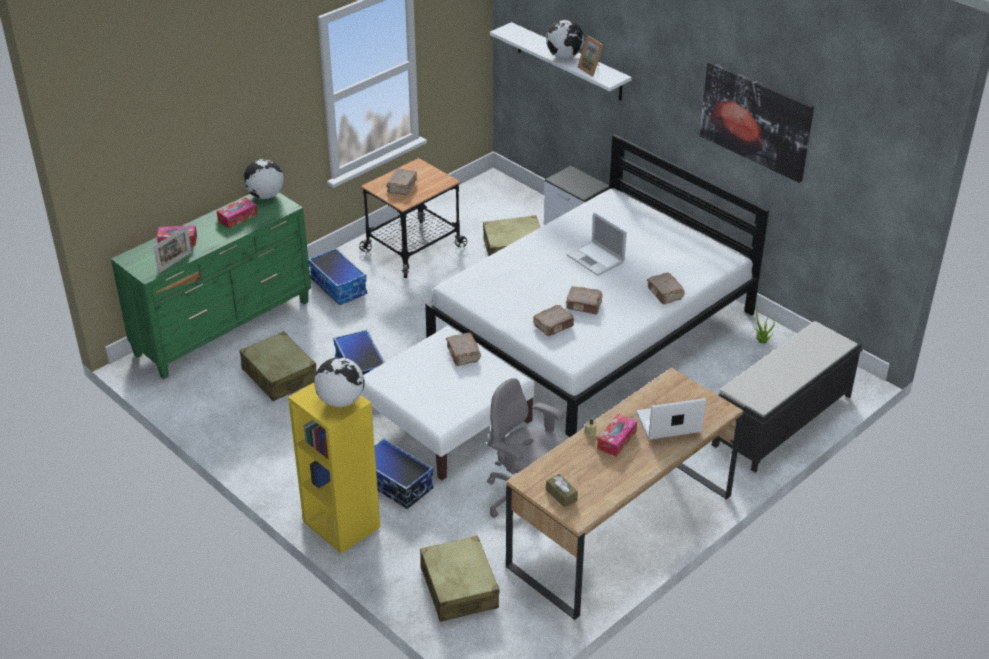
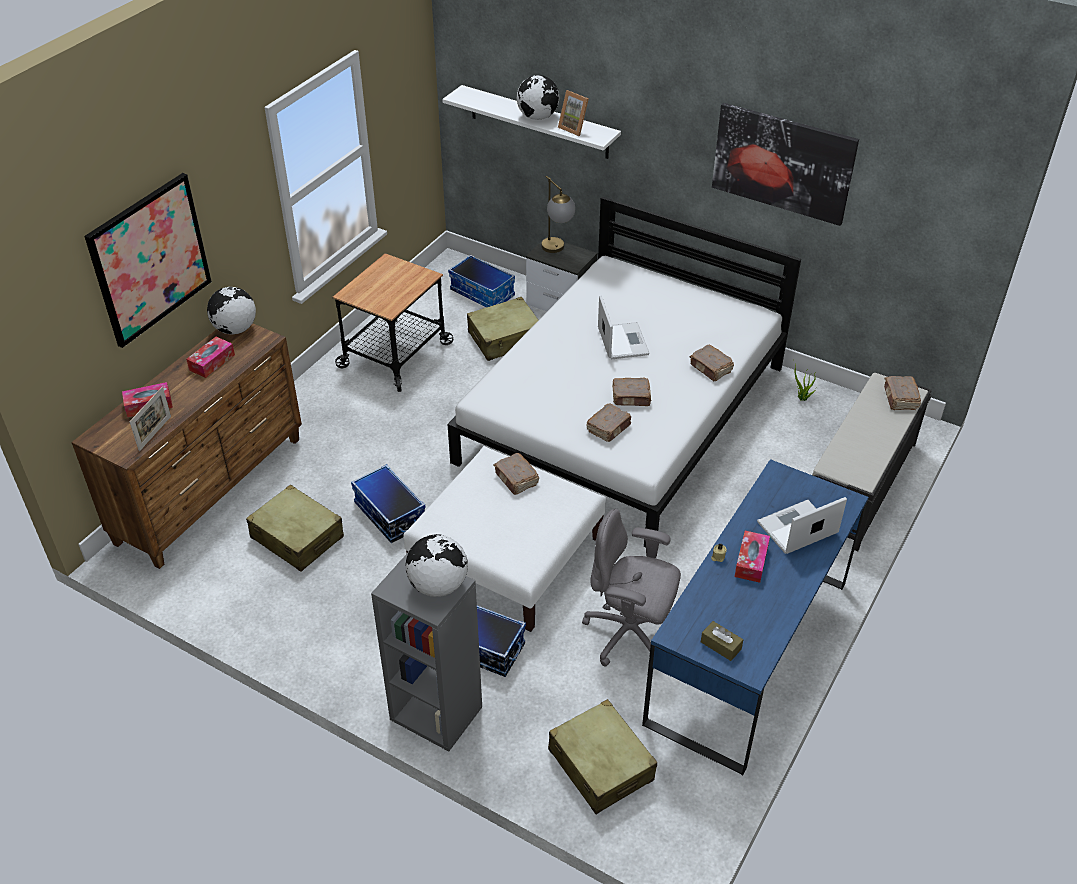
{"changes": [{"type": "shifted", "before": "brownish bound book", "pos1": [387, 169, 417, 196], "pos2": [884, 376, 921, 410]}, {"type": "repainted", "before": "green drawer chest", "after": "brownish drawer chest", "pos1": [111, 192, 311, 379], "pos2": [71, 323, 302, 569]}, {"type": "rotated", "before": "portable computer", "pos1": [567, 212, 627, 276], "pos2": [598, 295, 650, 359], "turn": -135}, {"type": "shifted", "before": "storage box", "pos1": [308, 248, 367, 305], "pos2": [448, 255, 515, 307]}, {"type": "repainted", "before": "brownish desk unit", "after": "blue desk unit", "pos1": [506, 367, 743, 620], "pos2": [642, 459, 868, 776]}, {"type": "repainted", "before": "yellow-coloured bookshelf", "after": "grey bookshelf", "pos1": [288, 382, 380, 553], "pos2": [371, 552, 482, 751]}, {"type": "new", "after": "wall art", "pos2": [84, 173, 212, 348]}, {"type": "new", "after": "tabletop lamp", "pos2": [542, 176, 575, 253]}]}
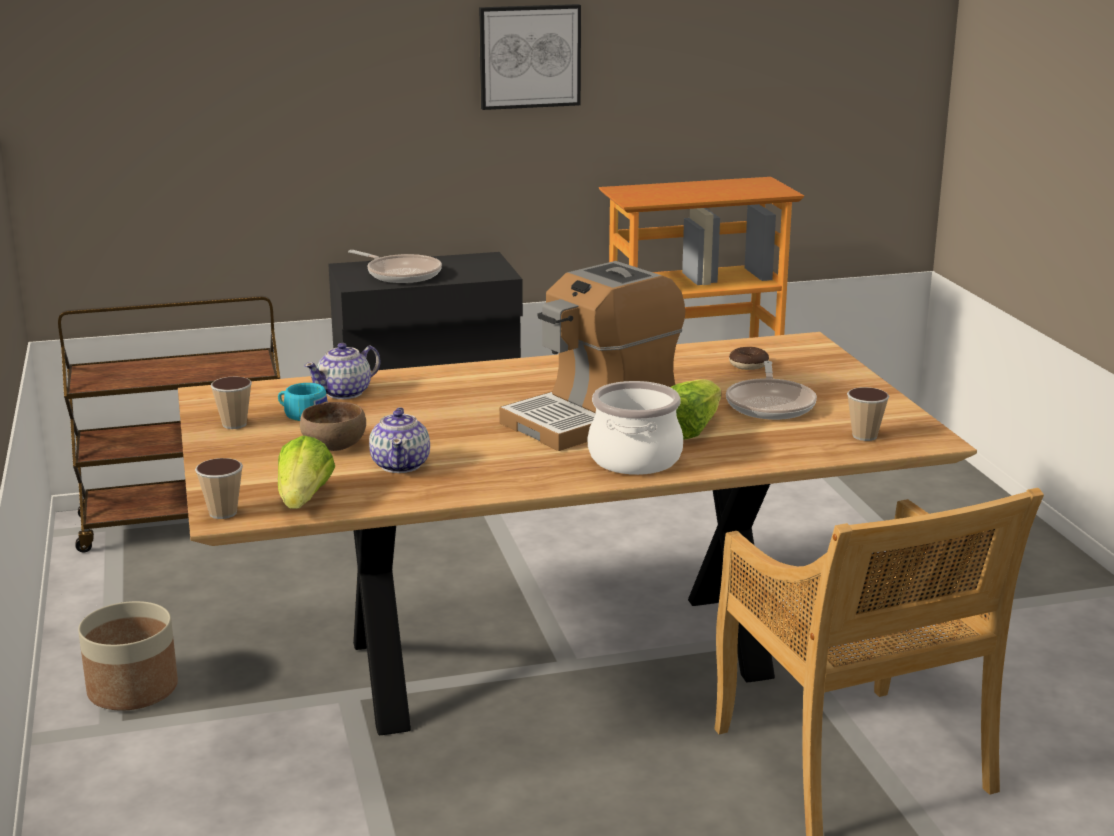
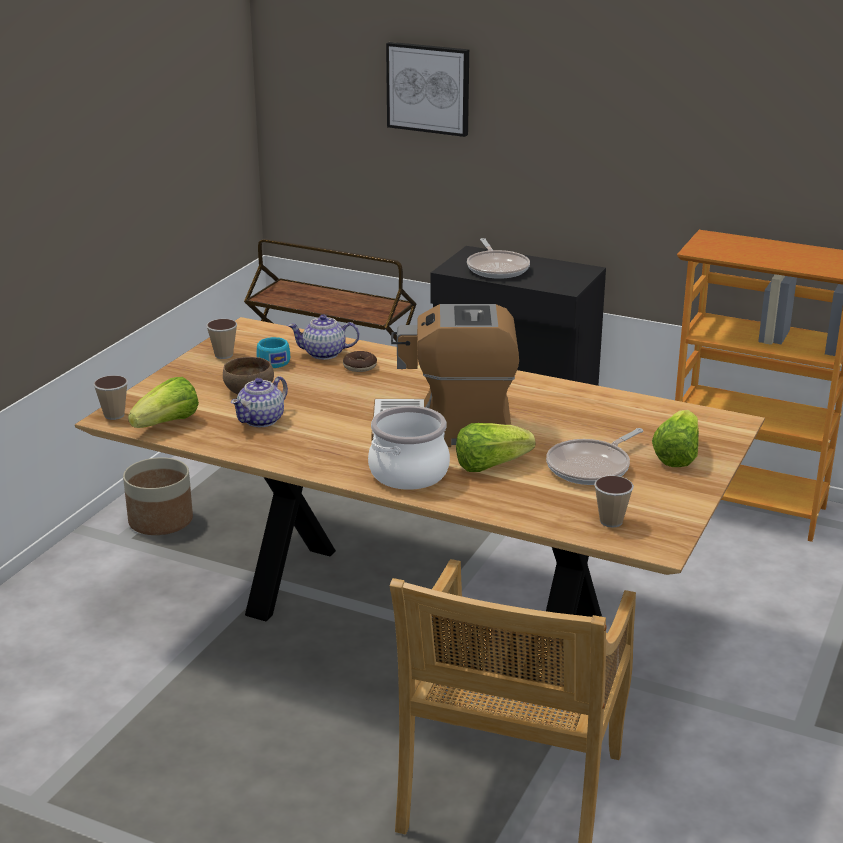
{"changes": [{"type": "shifted", "before": "wall art", "pos1": [479, 4, 581, 110], "pos2": [386, 42, 469, 137]}, {"type": "shifted", "before": "ring doughnut", "pos1": [729, 347, 769, 370], "pos2": [343, 351, 377, 372]}, {"type": "new", "after": "lettuce head", "pos2": [652, 410, 699, 467]}]}
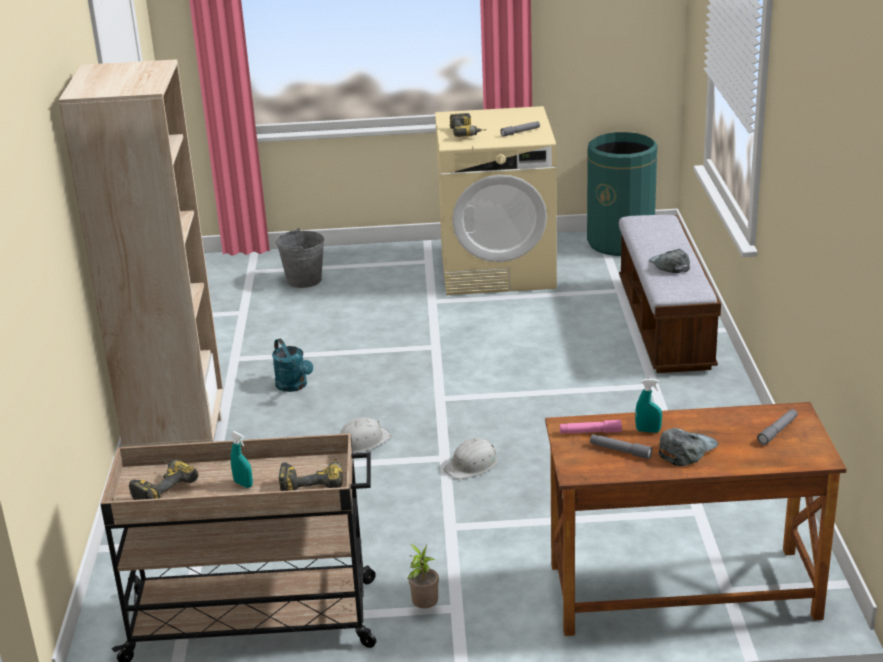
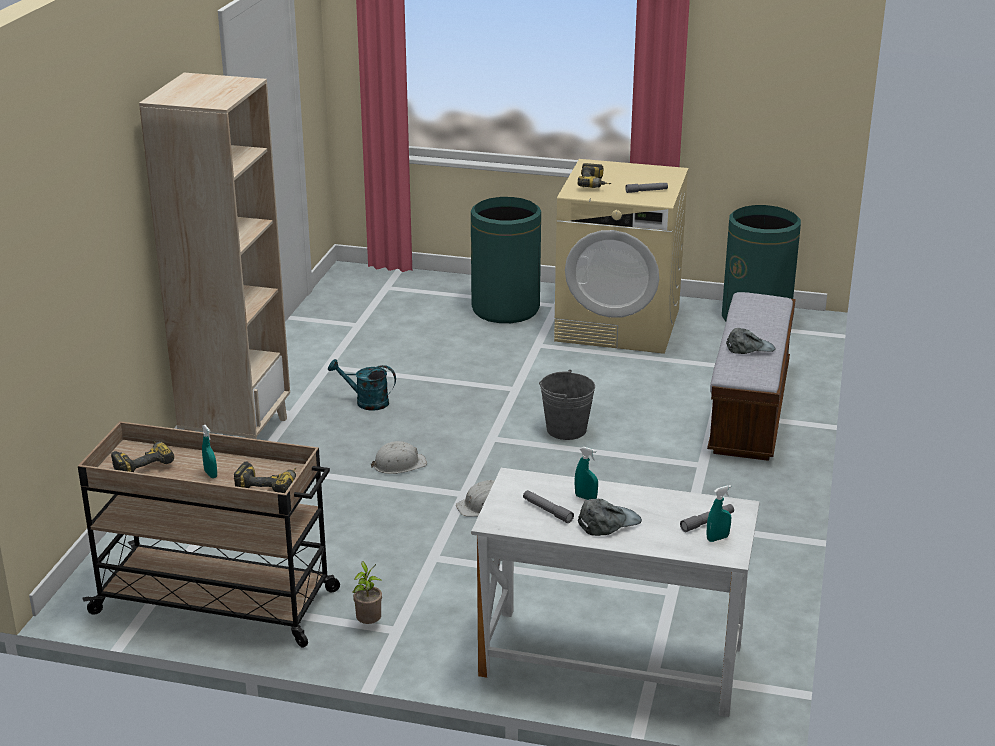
{"changes": [{"type": "shifted", "before": "grey bucket", "pos1": [275, 228, 324, 288], "pos2": [539, 370, 595, 440]}, {"type": "rotated", "before": "grey peaked cap", "pos1": [649, 248, 690, 273], "pos2": [726, 328, 776, 354], "turn": 90}, {"type": "rotated", "before": "turquoise watering pot", "pos1": [272, 339, 313, 392], "pos2": [328, 359, 396, 411], "turn": 120}, {"type": "repainted", "before": "brownish desk unit", "after": "white desk unit", "pos1": [545, 402, 847, 636], "pos2": [471, 468, 760, 717]}, {"type": "gone", "before": "pinkish flashlight", "pos1": [560, 420, 622, 434]}, {"type": "new", "after": "green waste bin", "pos2": [471, 197, 541, 323]}, {"type": "new", "after": "turquoise sprayer", "pos2": [707, 485, 731, 542]}]}
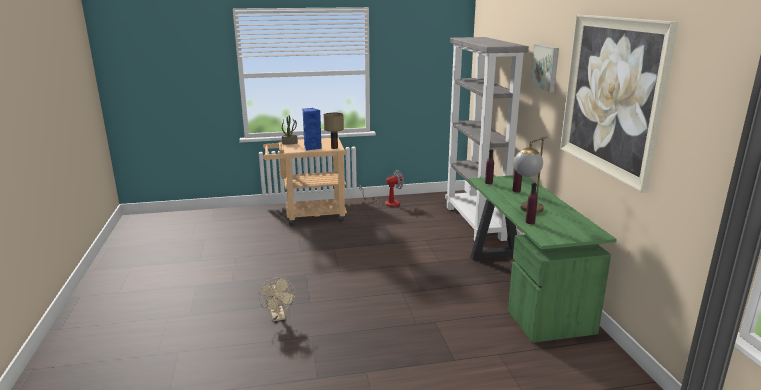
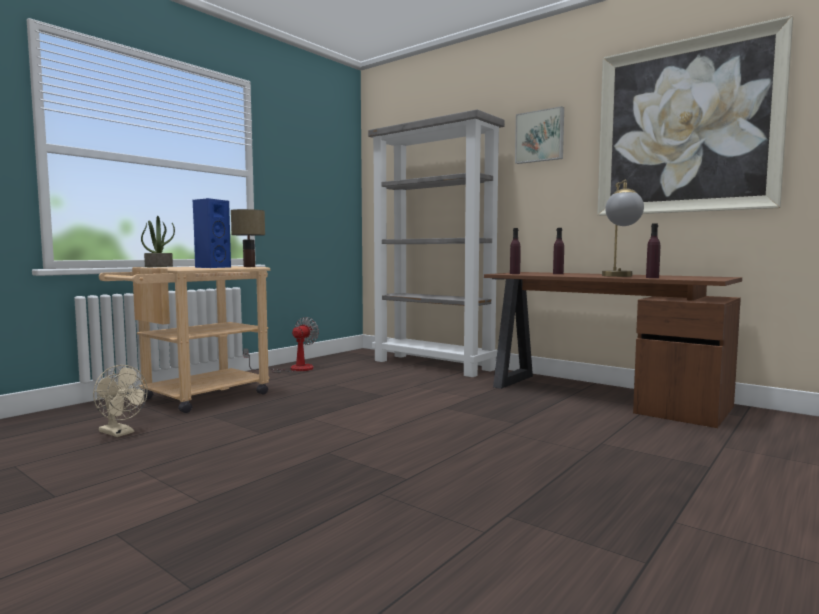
{"changes": [{"type": "repainted", "before": "green desk unit", "after": "brownish desk unit", "pos1": [468, 175, 617, 343], "pos2": [484, 272, 742, 428]}, {"type": "shifted", "before": "sand-coloured electric fan", "pos1": [258, 277, 295, 321], "pos2": [93, 365, 148, 437]}]}
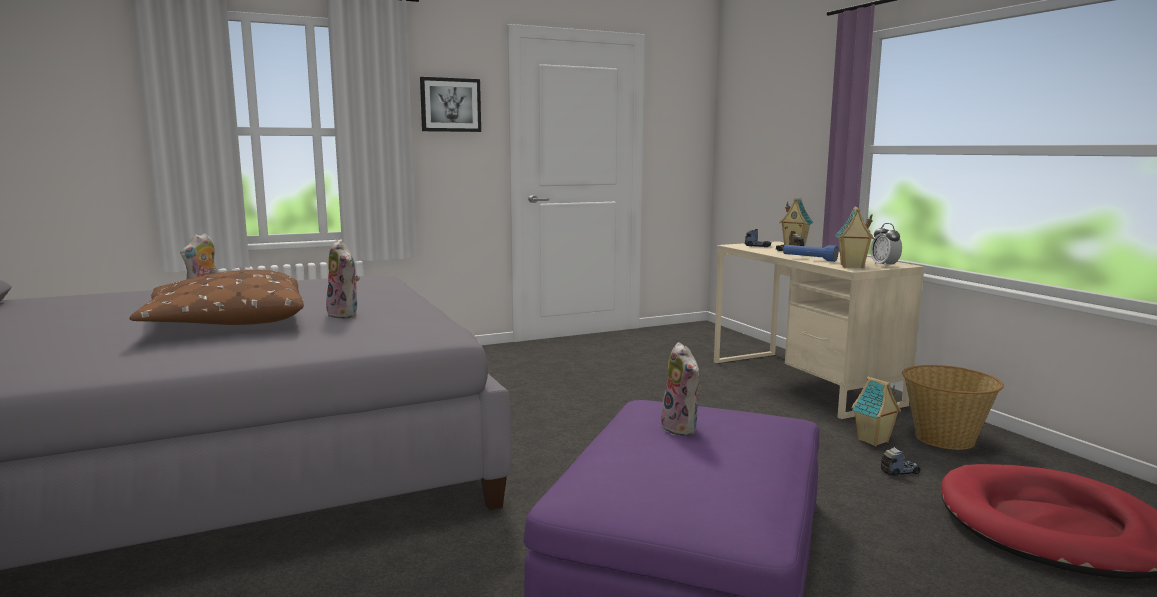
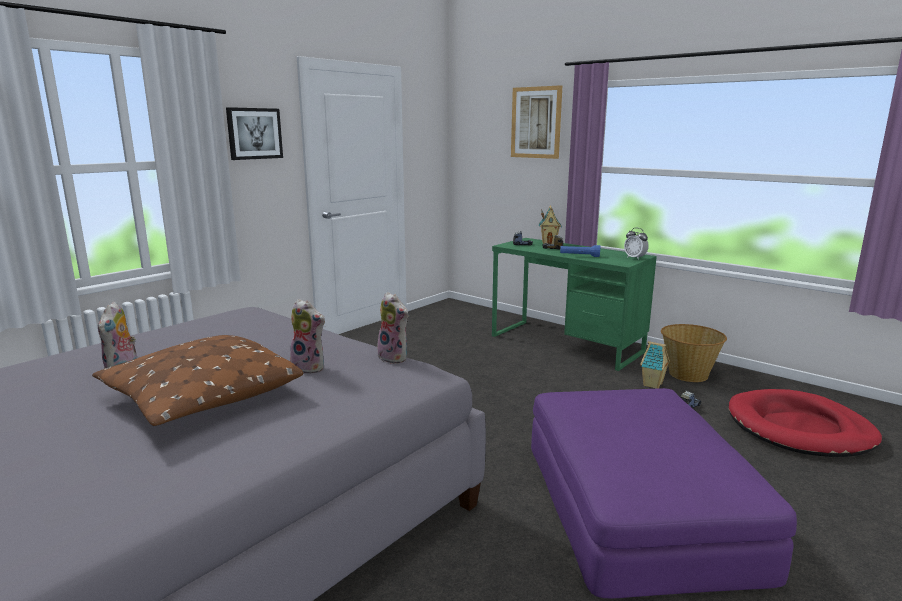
{"changes": [{"type": "gone", "before": "miniature house", "pos1": [835, 206, 875, 269]}, {"type": "repainted", "before": "sand-coloured desk unit", "after": "green desk unit", "pos1": [714, 241, 924, 419], "pos2": [492, 238, 657, 371]}, {"type": "shifted", "before": "plush toy", "pos1": [661, 342, 700, 436], "pos2": [374, 292, 408, 364]}, {"type": "new", "after": "wall art", "pos2": [511, 85, 562, 159]}]}
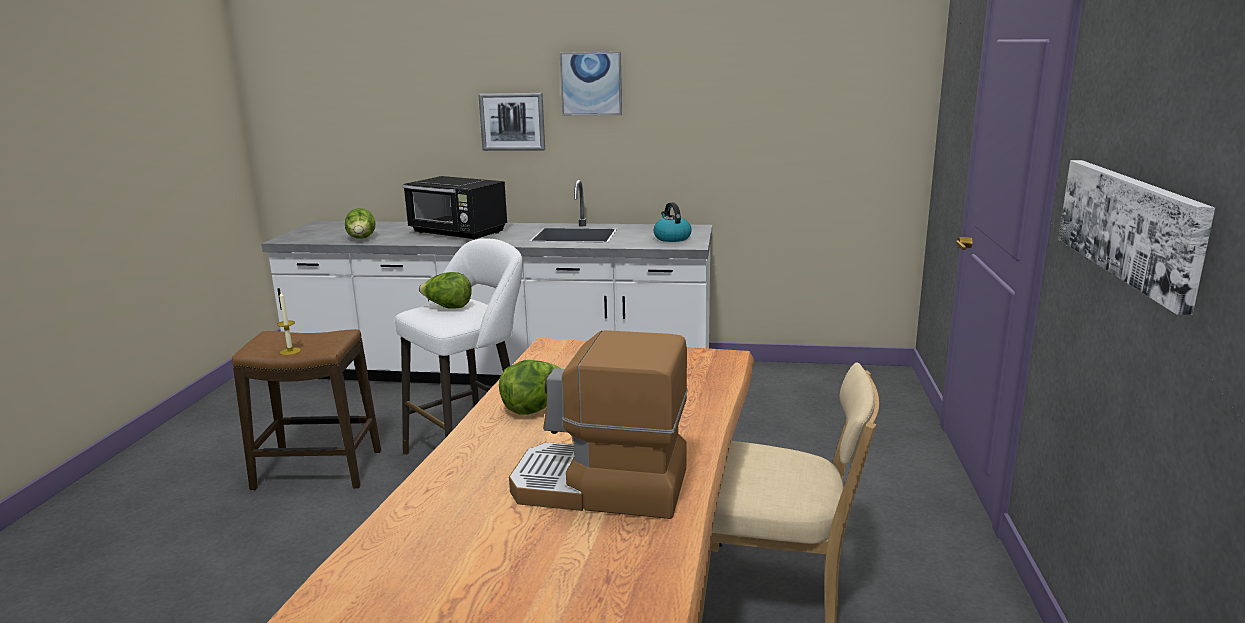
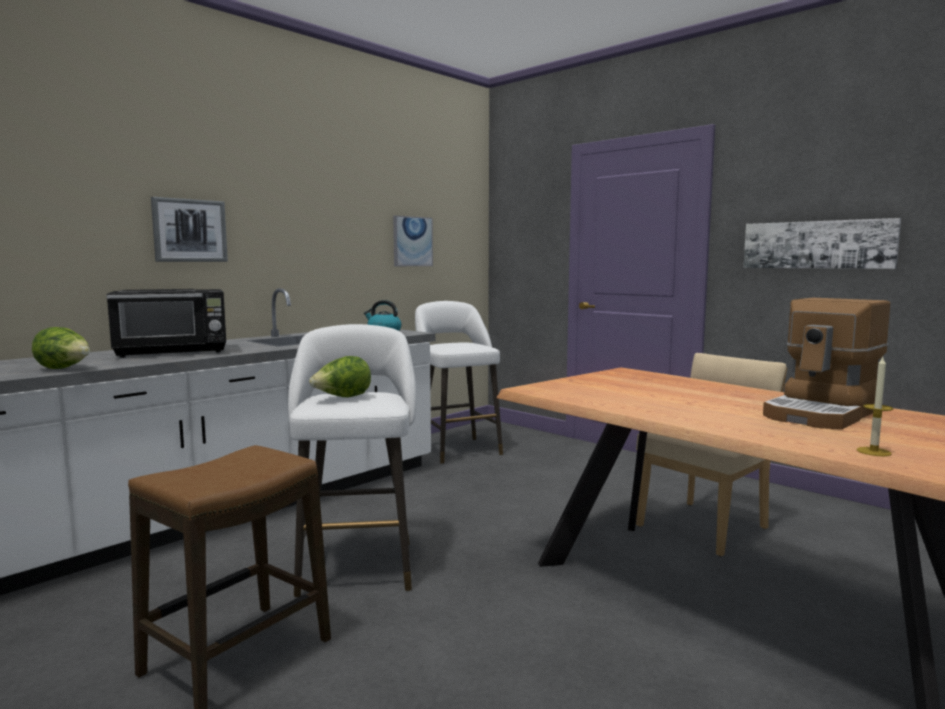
{"changes": [{"type": "shifted", "before": "wall art", "pos1": [560, 52, 622, 116], "pos2": [393, 215, 433, 266]}, {"type": "shifted", "before": "candle", "pos1": [277, 292, 301, 355], "pos2": [857, 357, 893, 457]}, {"type": "gone", "before": "lettuce head", "pos1": [499, 360, 565, 415]}, {"type": "new", "after": "white stool seat", "pos2": [415, 301, 503, 464]}]}
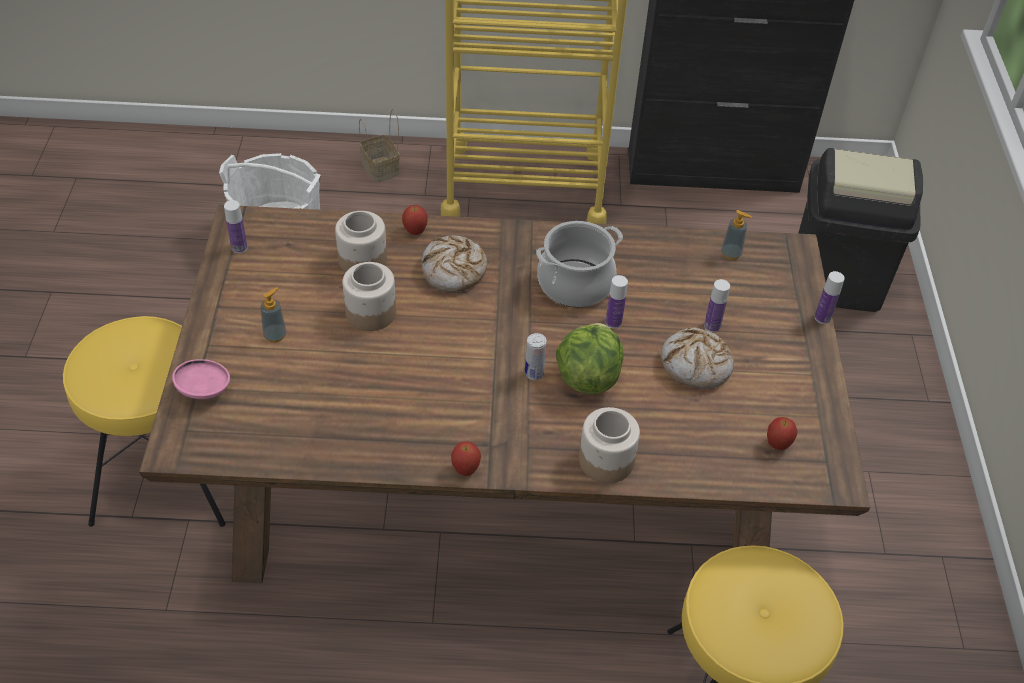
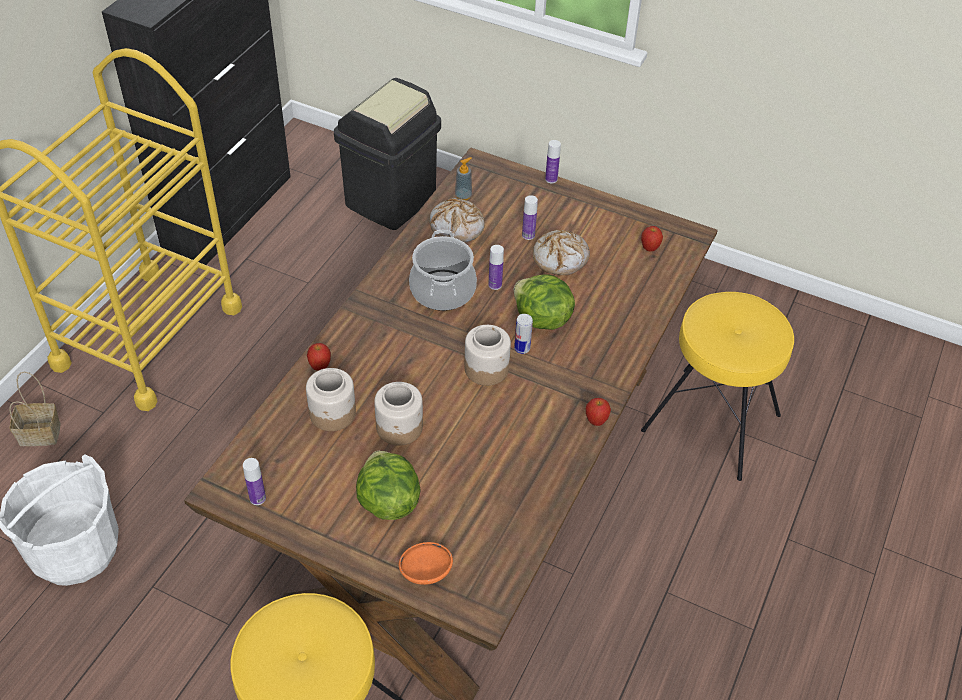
{"changes": [{"type": "shifted", "before": "bakery bread", "pos1": [421, 235, 487, 292], "pos2": [429, 198, 485, 242]}, {"type": "swapped", "before": "liquid soap bottle", "after": "lettuce head", "pos1": [260, 287, 287, 343], "pos2": [356, 451, 421, 520]}, {"type": "repainted", "before": "pinkish deep dish", "after": "orangey deep dish", "pos1": [172, 359, 230, 399], "pos2": [399, 542, 453, 585]}, {"type": "shifted", "before": "jar", "pos1": [579, 407, 640, 483], "pos2": [464, 325, 511, 386]}]}
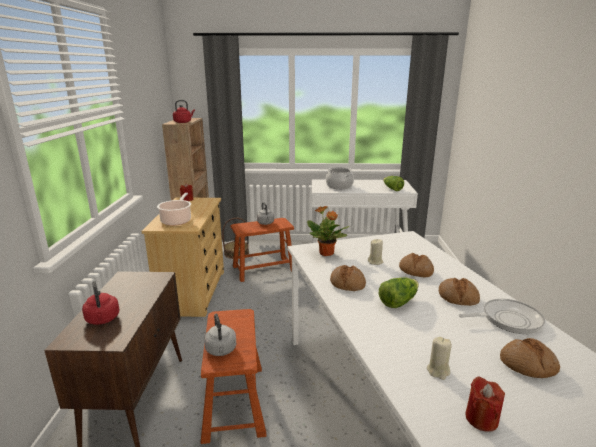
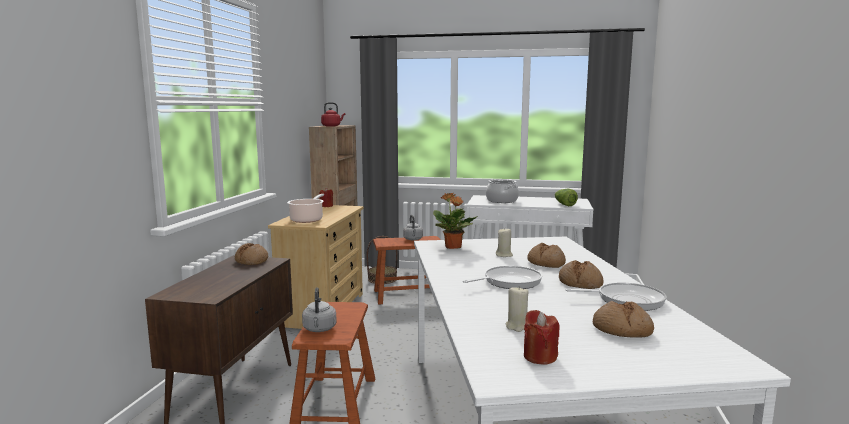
{"changes": [{"type": "shifted", "before": "bakery bread", "pos1": [330, 265, 366, 291], "pos2": [235, 243, 268, 265]}, {"type": "swapped", "before": "lettuce head", "after": "skillet", "pos1": [379, 277, 419, 308], "pos2": [463, 266, 542, 289]}, {"type": "gone", "before": "red water kettle", "pos1": [82, 281, 119, 325]}]}
